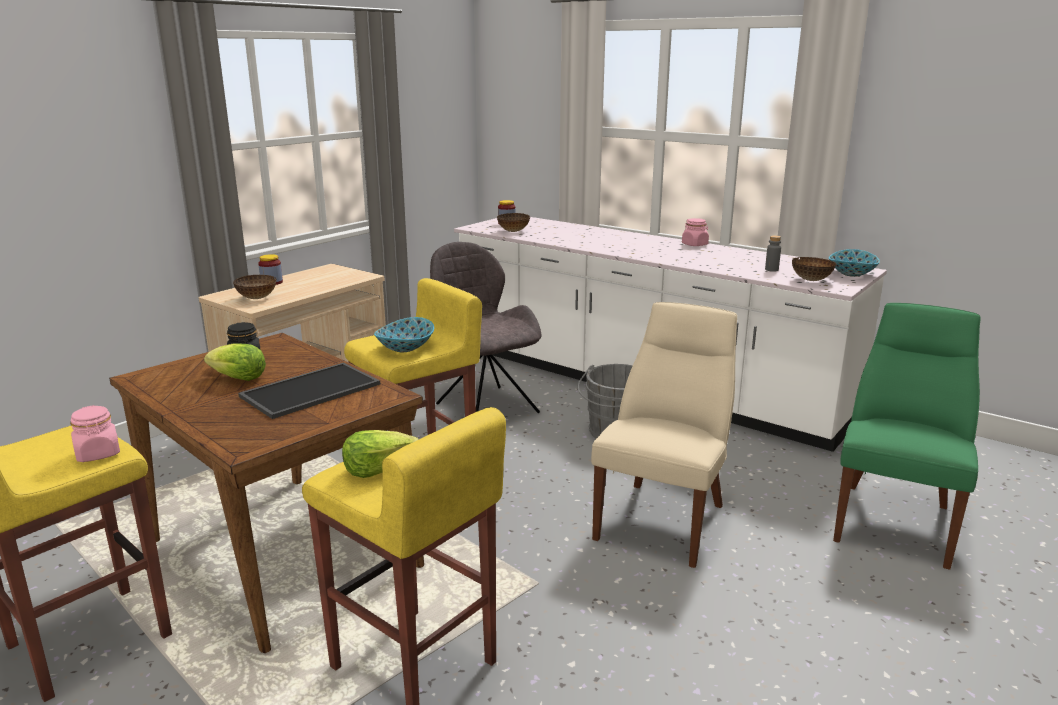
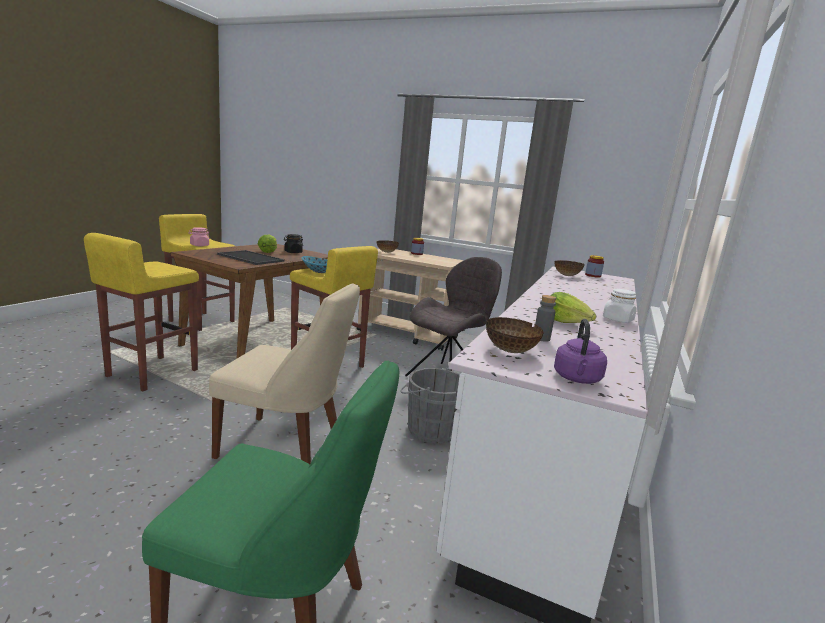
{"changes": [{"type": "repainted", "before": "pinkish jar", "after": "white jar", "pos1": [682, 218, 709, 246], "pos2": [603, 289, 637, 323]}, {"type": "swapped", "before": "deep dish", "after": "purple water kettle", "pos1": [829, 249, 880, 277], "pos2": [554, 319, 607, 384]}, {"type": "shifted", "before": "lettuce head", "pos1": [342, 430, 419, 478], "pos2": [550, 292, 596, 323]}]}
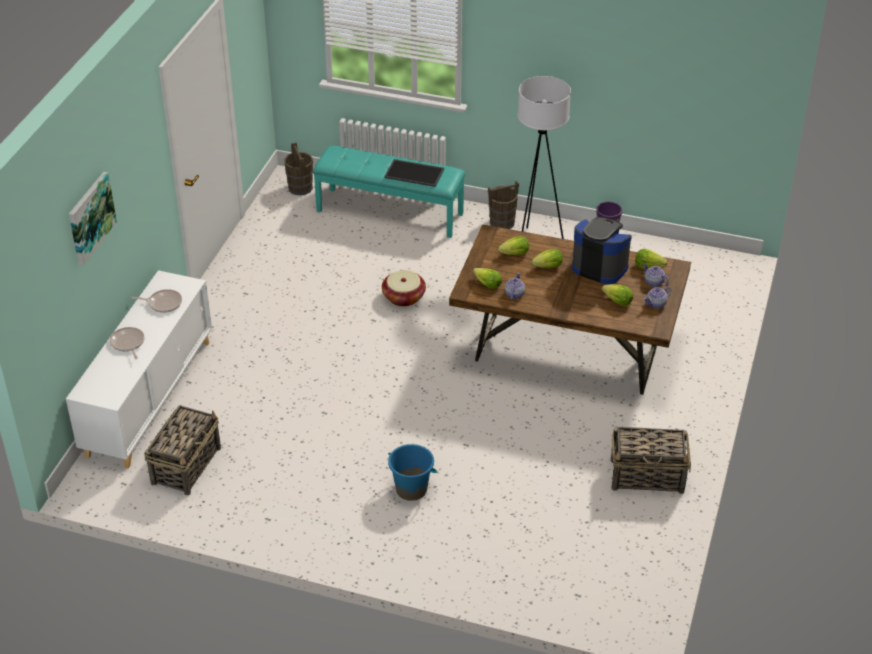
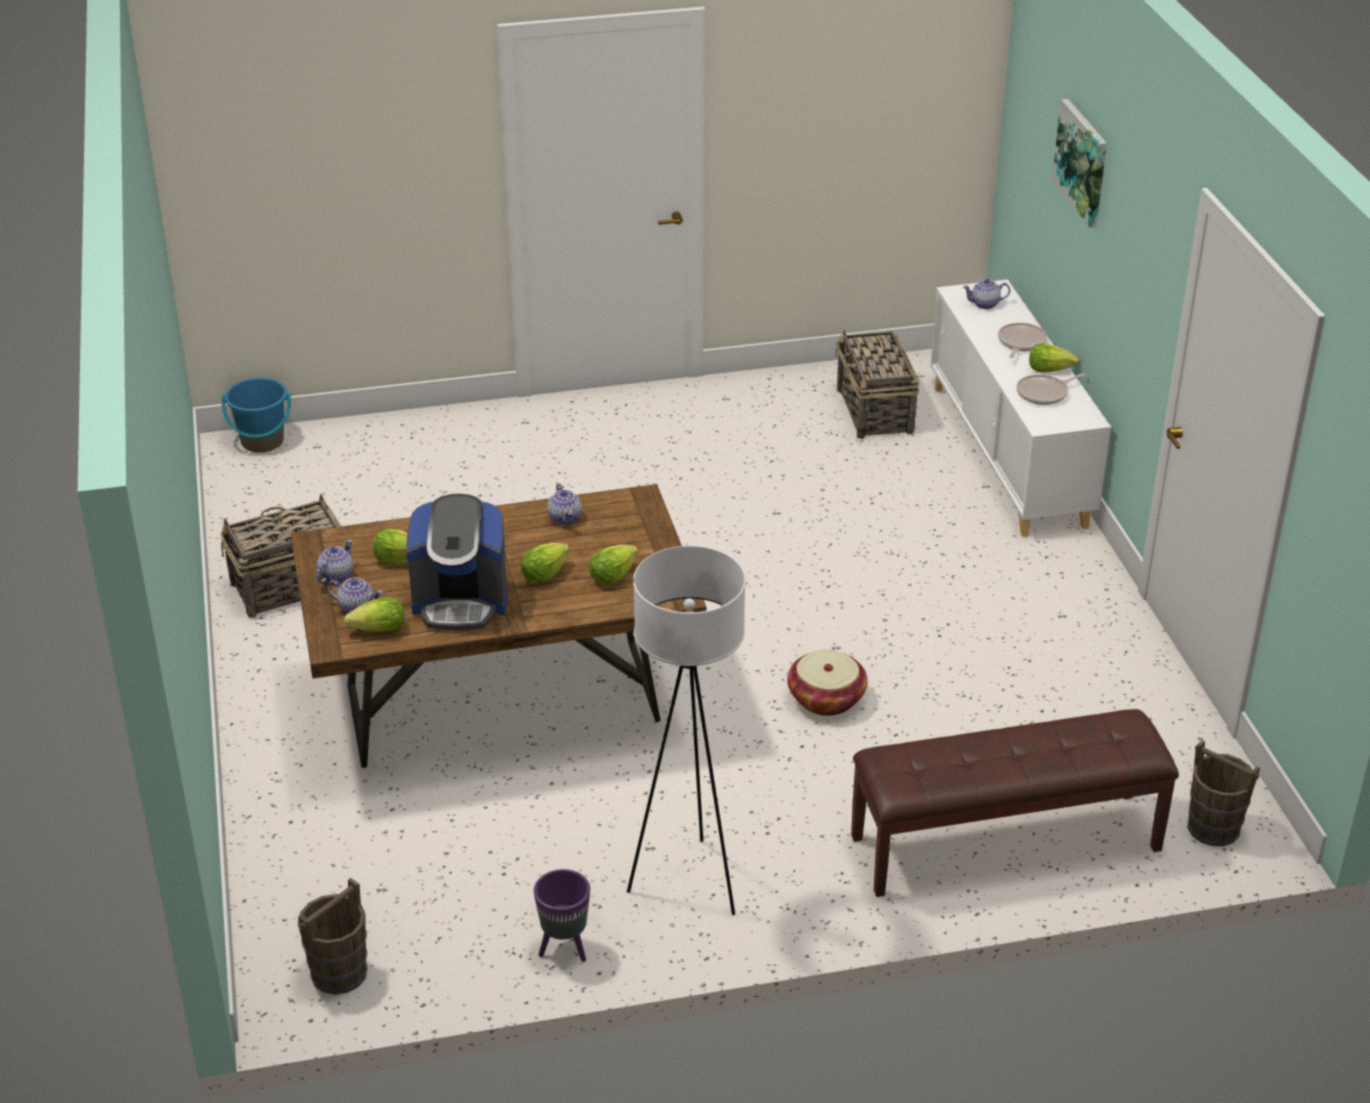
{"changes": [{"type": "repainted", "before": "turquoise indoor bench", "after": "brownish indoor bench", "pos1": [313, 146, 465, 238], "pos2": [851, 709, 1179, 897]}, {"type": "gone", "before": "carrying tray", "pos1": [384, 159, 444, 187]}, {"type": "shifted", "before": "brownish bucket", "pos1": [488, 181, 519, 229], "pos2": [298, 878, 367, 995]}, {"type": "shifted", "before": "lettuce head", "pos1": [473, 268, 502, 289], "pos2": [1029, 343, 1079, 372]}, {"type": "rotated", "before": "skillet", "pos1": [110, 327, 144, 359], "pos2": [998, 323, 1047, 358], "turn": -105}, {"type": "shifted", "before": "blue bucket", "pos1": [388, 444, 437, 501], "pos2": [222, 378, 291, 453]}, {"type": "new", "after": "tea pot", "pos2": [963, 279, 1010, 309]}]}
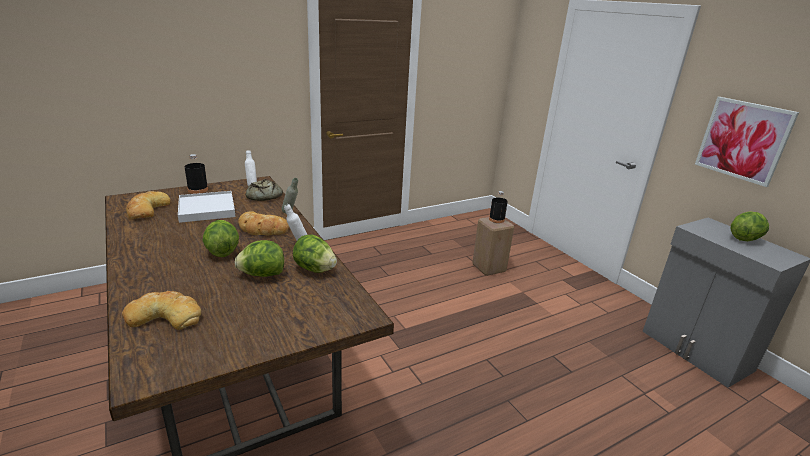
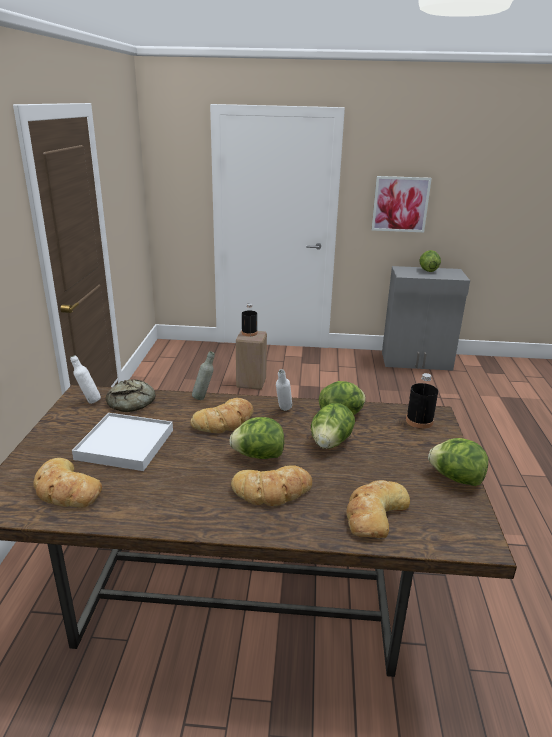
{"changes": [{"type": "shifted", "before": "black-coloured beverage bottle", "pos1": [184, 154, 208, 194], "pos2": [406, 373, 438, 429]}, {"type": "new", "after": "lettuce head", "pos2": [428, 438, 488, 486]}, {"type": "new", "after": "bakery bread", "pos2": [231, 465, 312, 506]}]}
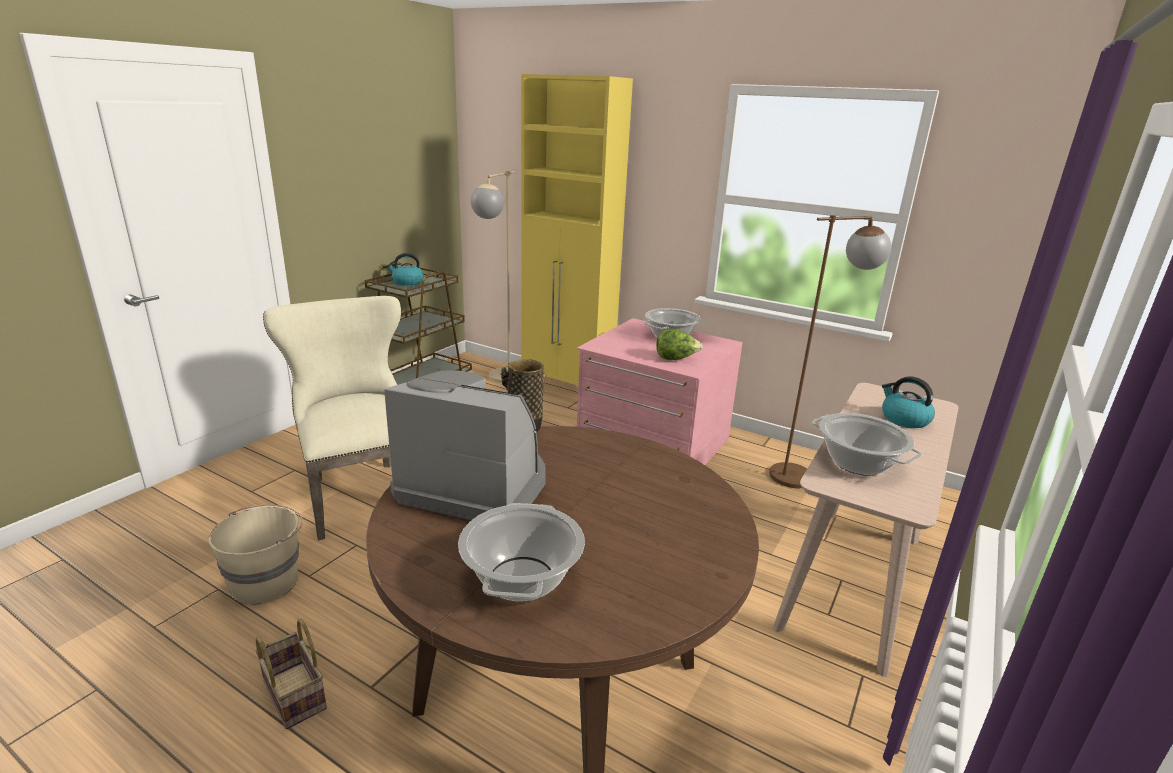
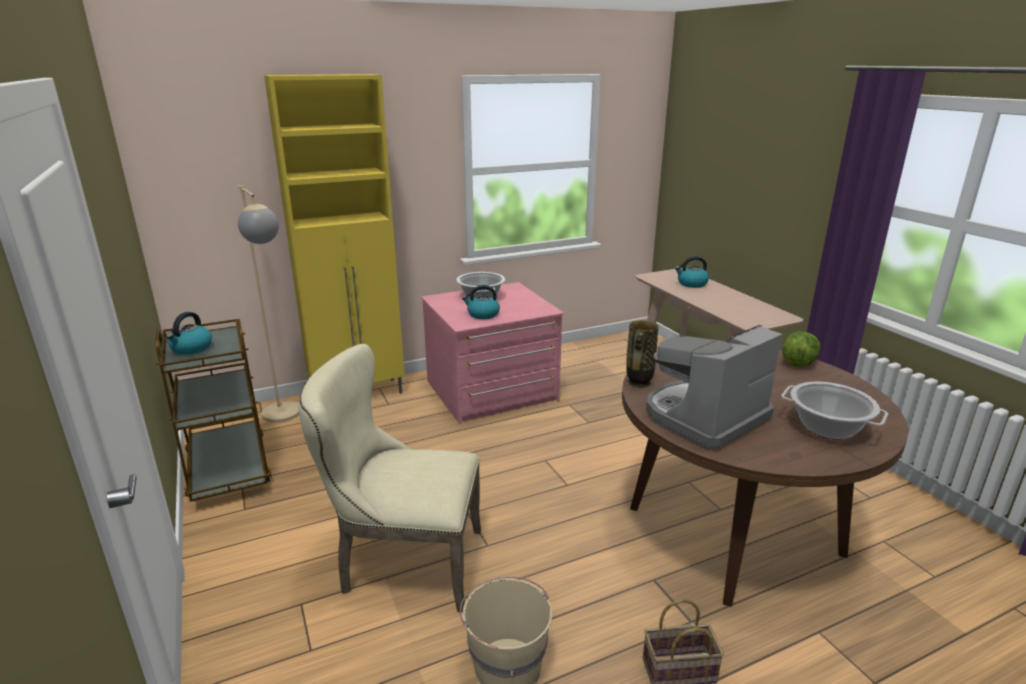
{"changes": [{"type": "gone", "before": "brownish floor lamp", "pos1": [769, 215, 891, 488]}, {"type": "shifted", "before": "lettuce head", "pos1": [656, 329, 703, 360], "pos2": [782, 331, 820, 367]}, {"type": "gone", "before": "saucepot", "pos1": [812, 413, 922, 476]}, {"type": "new", "after": "water kettle", "pos2": [462, 285, 500, 319]}]}
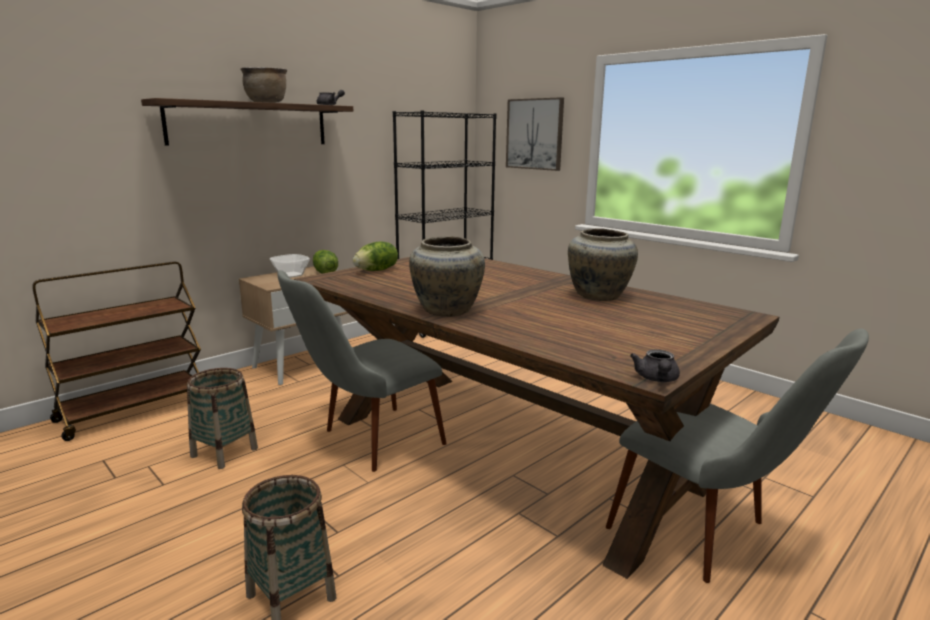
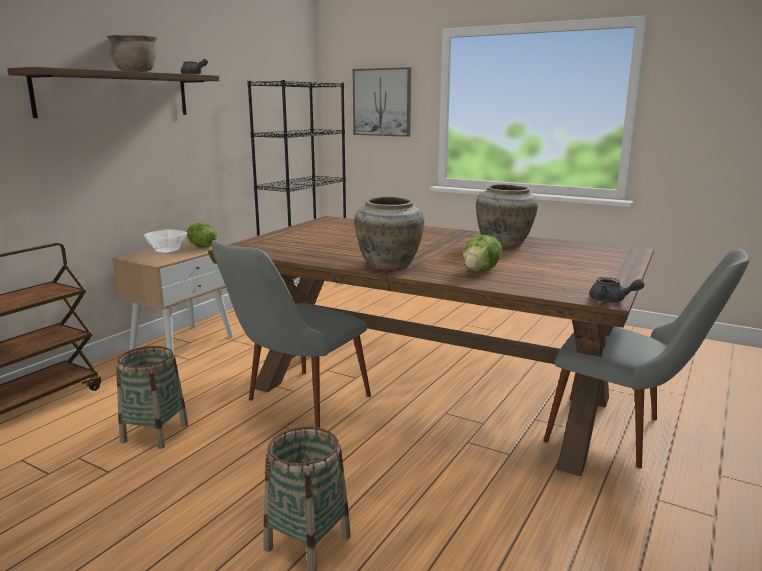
{"changes": [{"type": "shifted", "before": "lettuce head", "pos1": [353, 241, 398, 271], "pos2": [463, 235, 502, 272]}, {"type": "rotated", "before": "grey tea pot", "pos1": [630, 349, 680, 382], "pos2": [589, 277, 645, 302], "turn": -45}]}
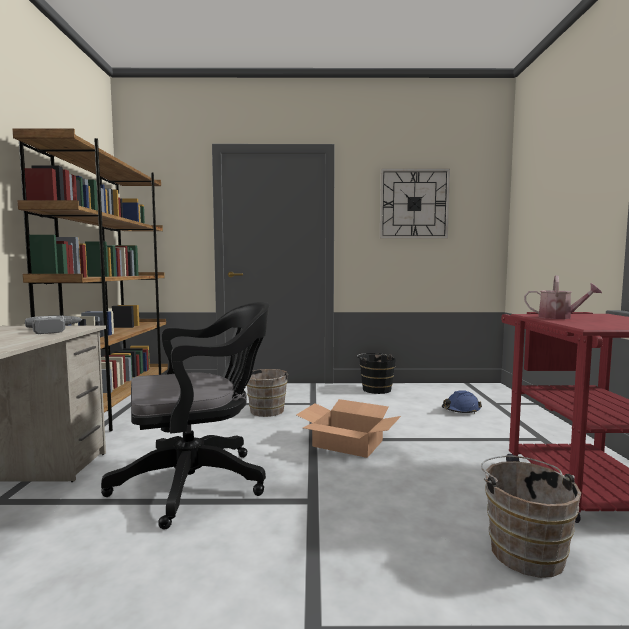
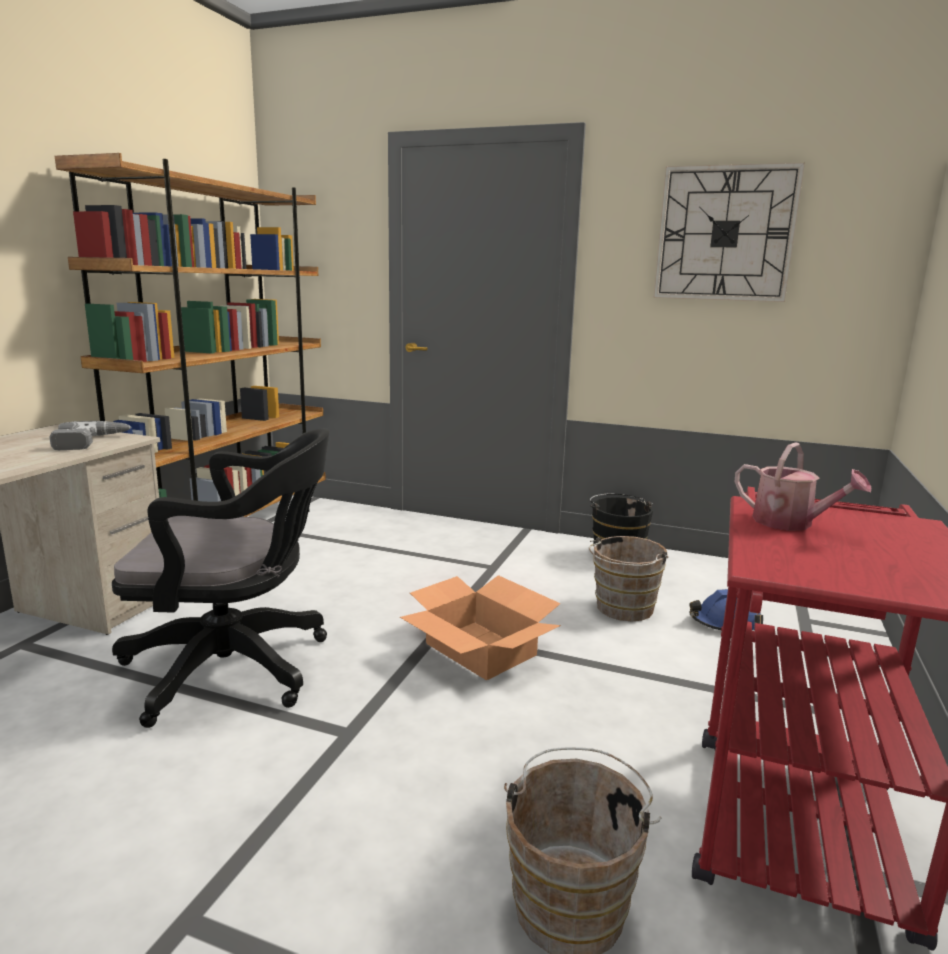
{"changes": [{"type": "shifted", "before": "brownish bucket", "pos1": [247, 369, 289, 417], "pos2": [589, 536, 668, 621]}]}
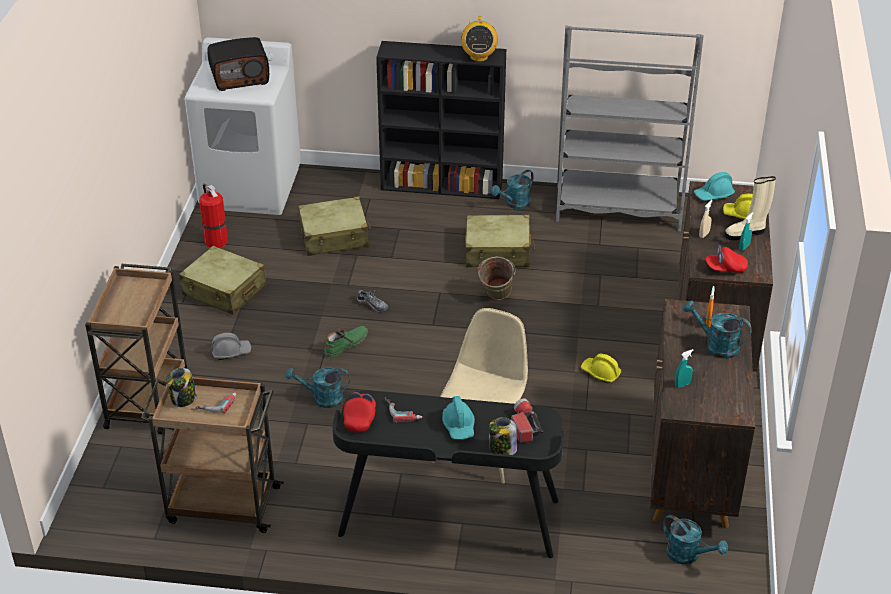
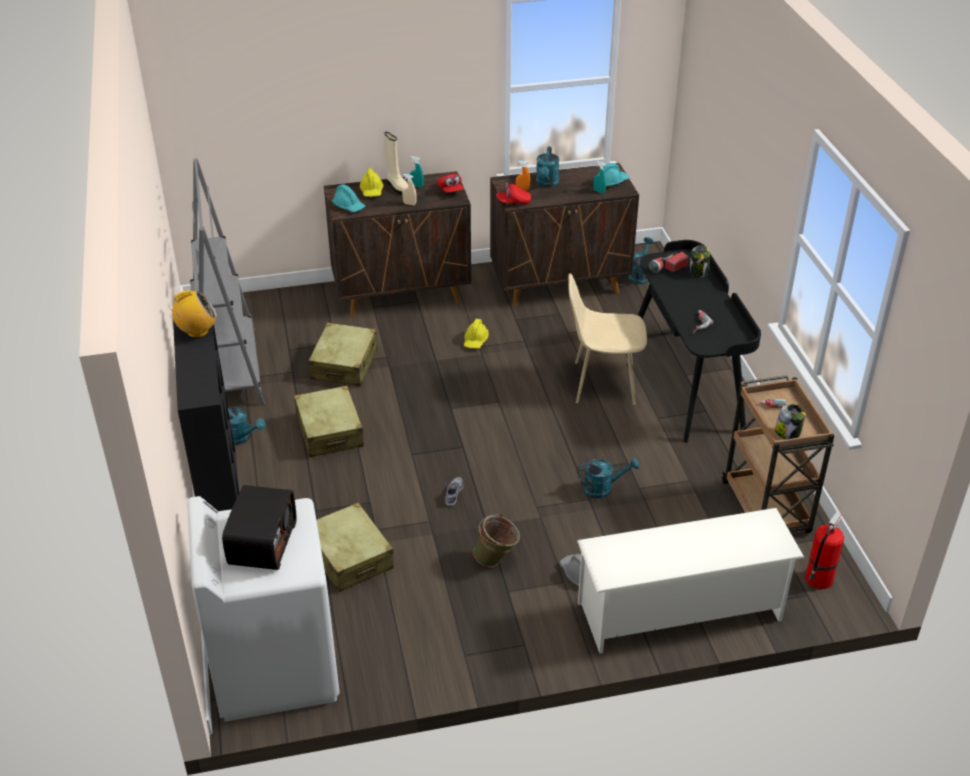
{"changes": [{"type": "rotated", "before": "radio set", "pos1": [208, 37, 269, 91], "pos2": [222, 485, 297, 570], "turn": 45}, {"type": "shifted", "before": "fire-fighting cylinder", "pos1": [199, 184, 228, 248], "pos2": [805, 512, 844, 589]}, {"type": "shifted", "before": "sand-coloured suitcase", "pos1": [179, 246, 267, 315], "pos2": [309, 323, 378, 387]}, {"type": "shifted", "before": "green bucket", "pos1": [478, 257, 516, 300], "pos2": [473, 514, 520, 567]}, {"type": "swapped", "before": "brownish cart", "after": "white shoe rack", "pos1": [85, 264, 187, 434], "pos2": [577, 508, 804, 654]}, {"type": "gone", "before": "green boot", "pos1": [324, 326, 368, 358]}, {"type": "rotated", "before": "turquoise watering pot", "pos1": [285, 367, 350, 408], "pos2": [577, 458, 639, 499], "turn": -75}, {"type": "shifted", "before": "red peaked cap", "pos1": [343, 392, 376, 432], "pos2": [496, 182, 531, 204]}, {"type": "shifted", "before": "turquoise safety helmet", "pos1": [442, 396, 475, 440], "pos2": [598, 163, 629, 188]}]}
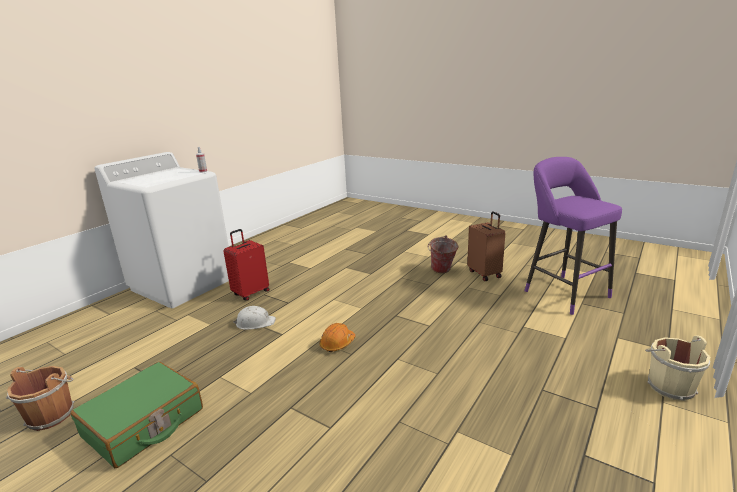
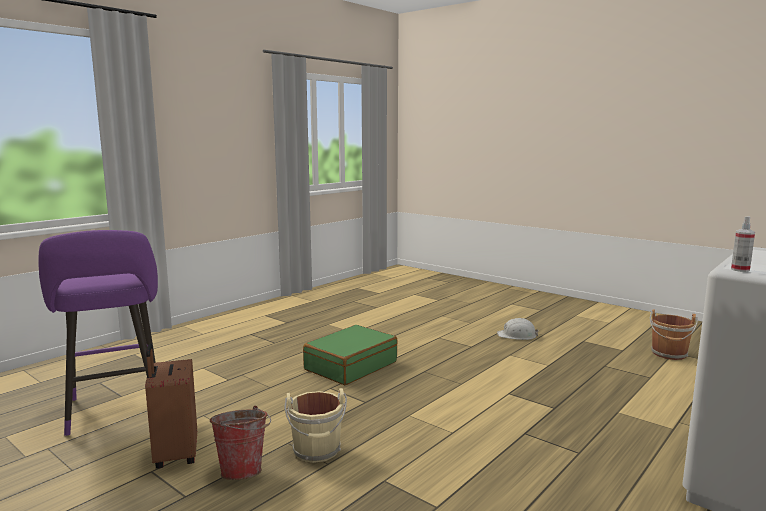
{"changes": [{"type": "gone", "before": "red suitcase", "pos1": [223, 229, 270, 301]}, {"type": "shifted", "before": "white safety helmet", "pos1": [233, 306, 276, 330], "pos2": [497, 318, 539, 340]}, {"type": "gone", "before": "orangey safety helmet", "pos1": [319, 323, 355, 352]}, {"type": "shifted", "before": "sand-coloured bucket", "pos1": [645, 335, 710, 401], "pos2": [284, 388, 347, 463]}, {"type": "shifted", "before": "green suitcase", "pos1": [70, 362, 203, 468], "pos2": [303, 325, 398, 385]}]}
